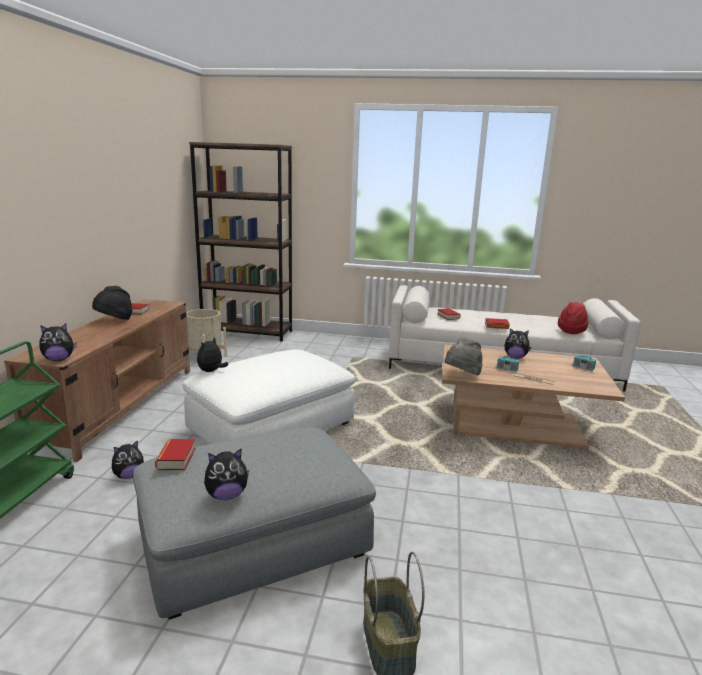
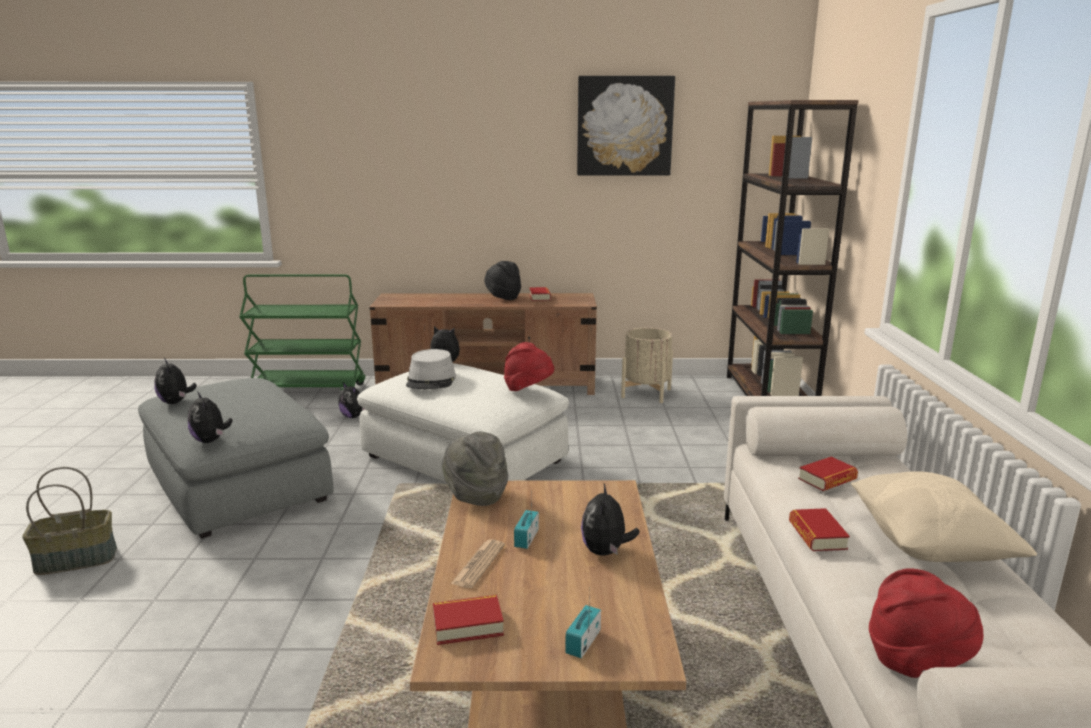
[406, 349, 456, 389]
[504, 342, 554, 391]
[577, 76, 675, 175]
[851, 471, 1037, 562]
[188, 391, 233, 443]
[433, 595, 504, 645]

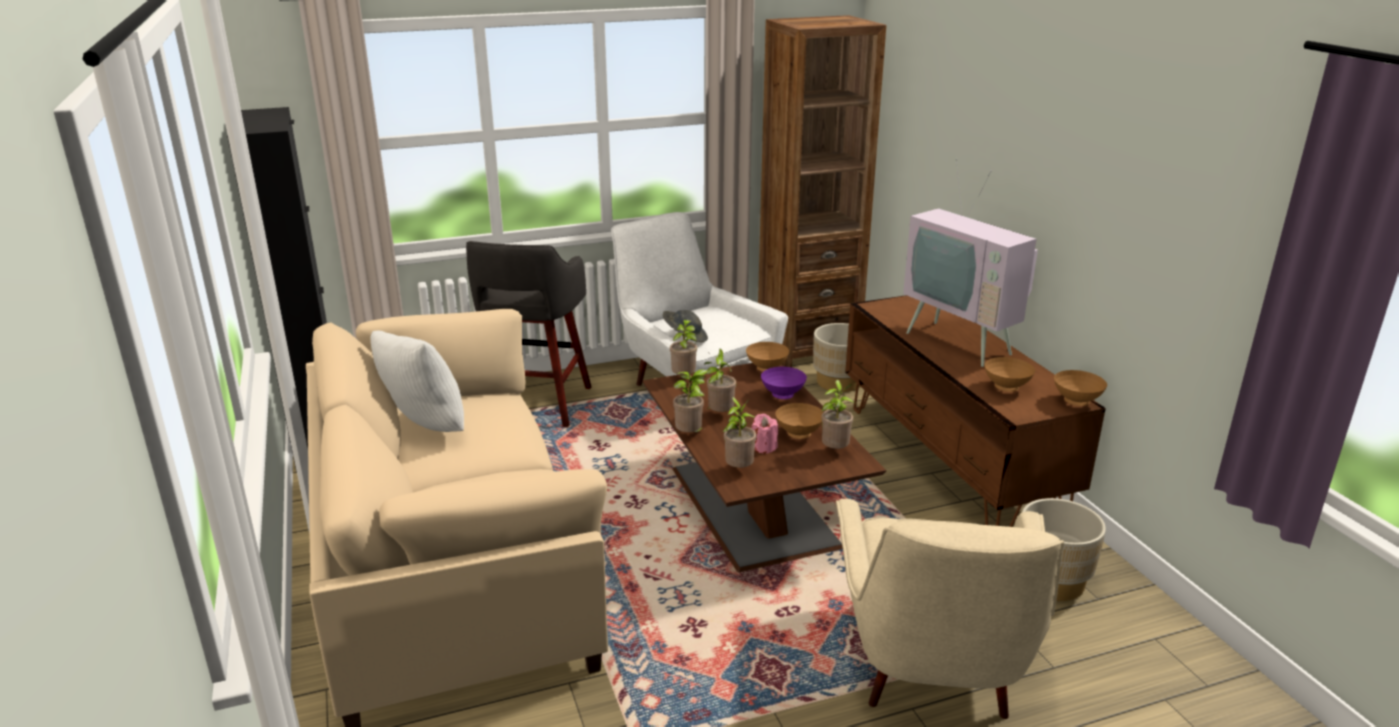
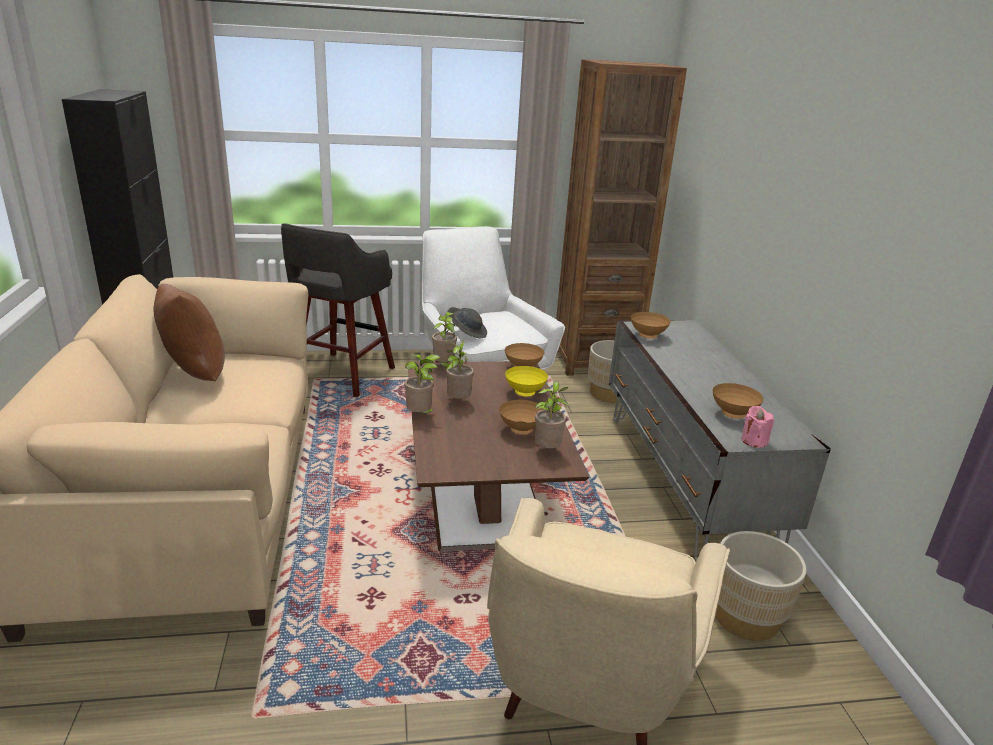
[723, 397, 756, 468] (first image)
[903, 159, 1038, 367] (first image)
[741, 406, 774, 448]
[631, 312, 671, 339]
[153, 284, 225, 381]
[505, 366, 548, 396]
[609, 320, 831, 561]

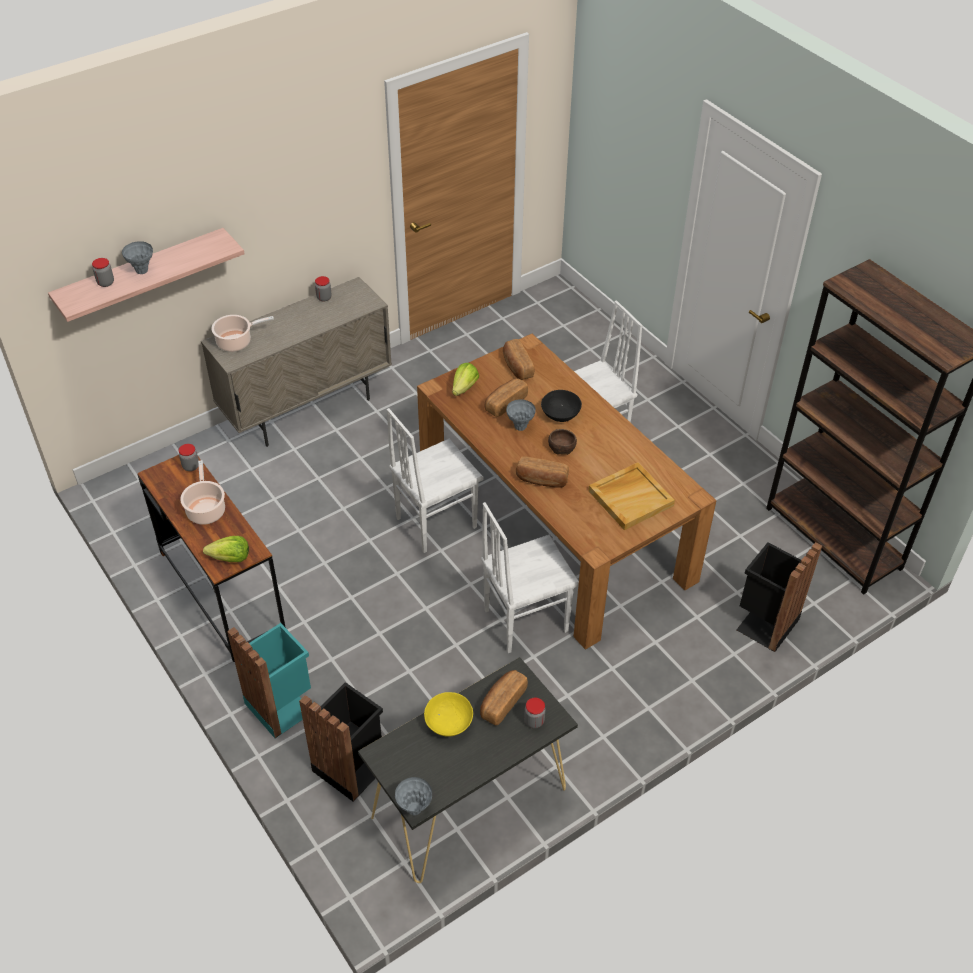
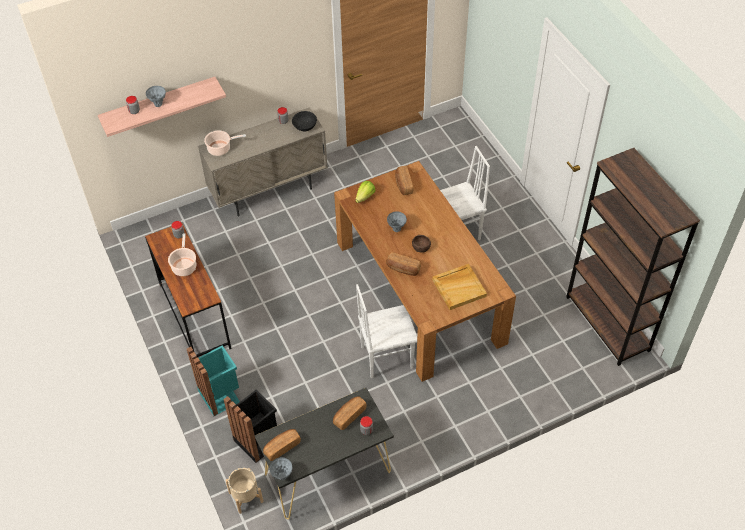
[203, 536, 249, 562] (first image)
[387, 408, 484, 553] (first image)
[424, 692, 473, 737] (first image)
[736, 542, 822, 652] (first image)
[225, 468, 264, 514]
[263, 429, 301, 461]
[292, 111, 317, 131]

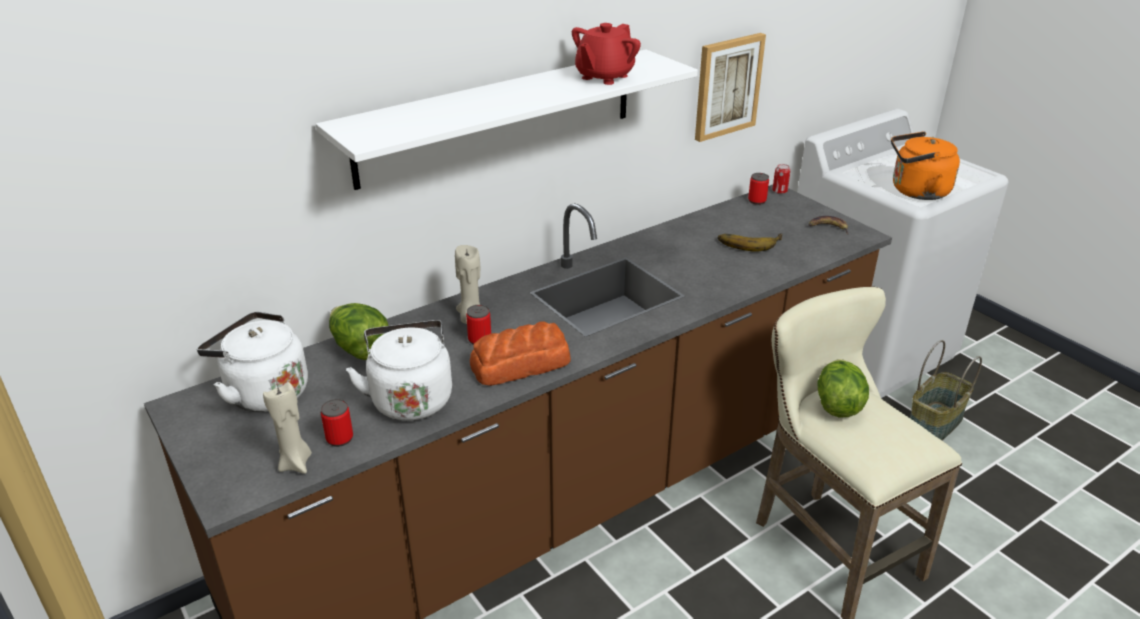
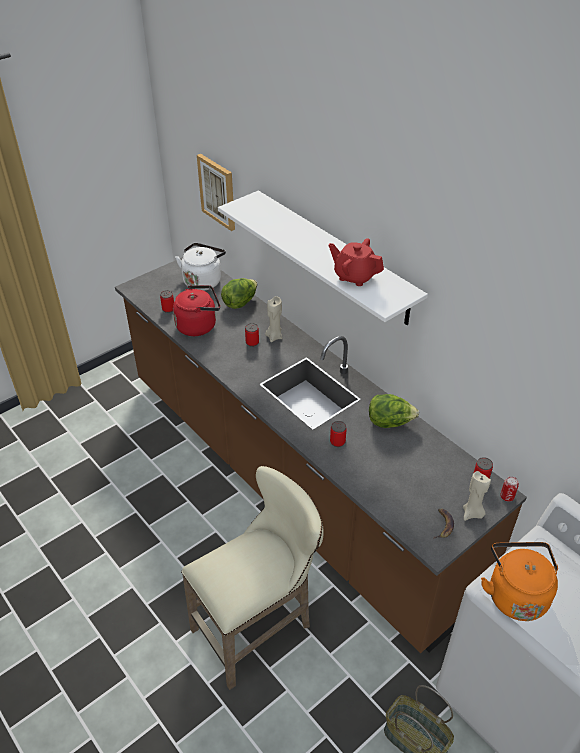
[470, 321, 571, 386] (first image)
[717, 233, 782, 252] (first image)
[330, 421, 347, 447]
[463, 471, 491, 521]
[197, 154, 235, 231]
[369, 394, 419, 428]
[173, 285, 220, 336]

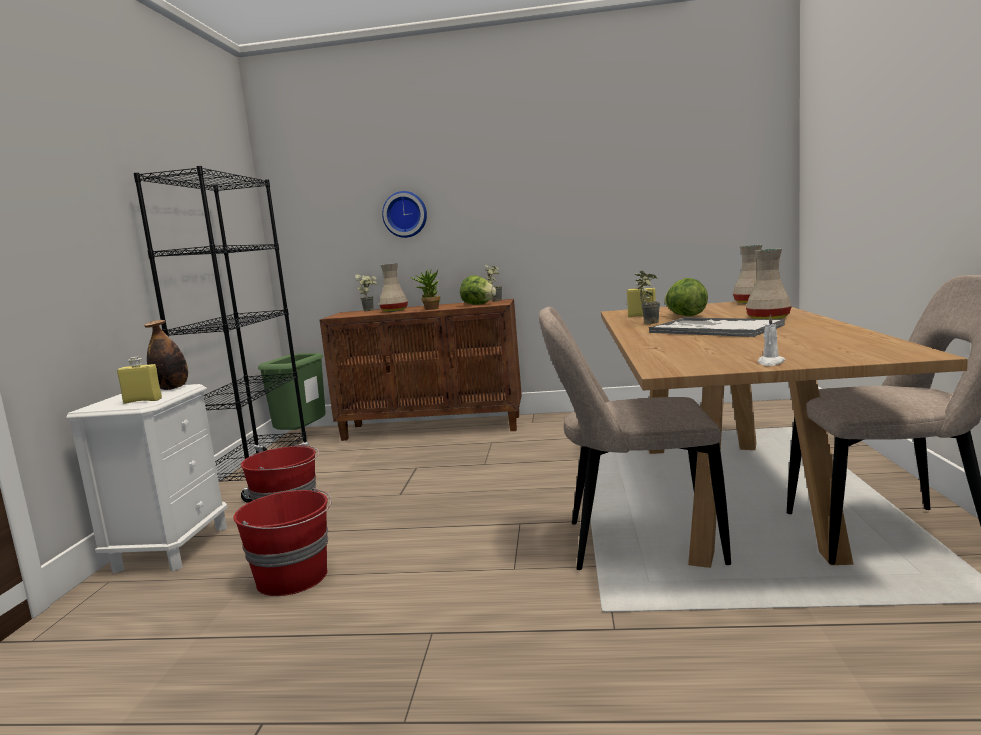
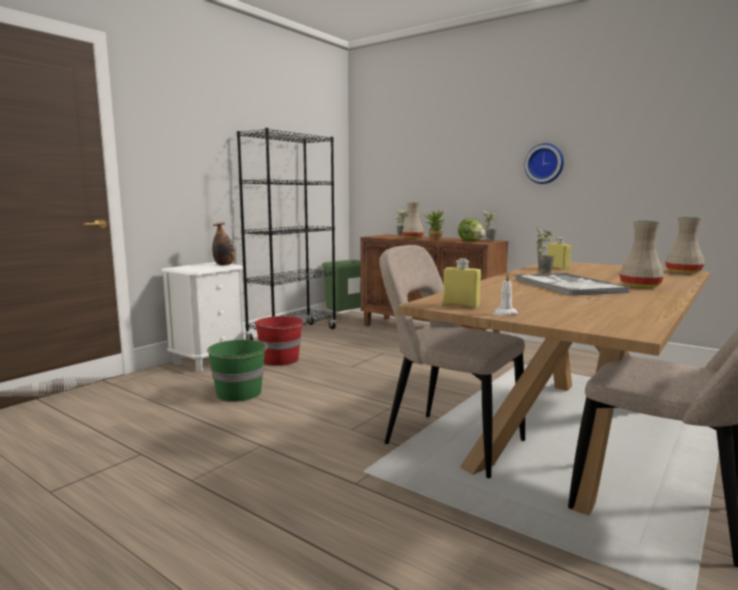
[664, 278, 708, 316] (first image)
[443, 258, 481, 308]
[524, 143, 564, 184]
[207, 340, 268, 402]

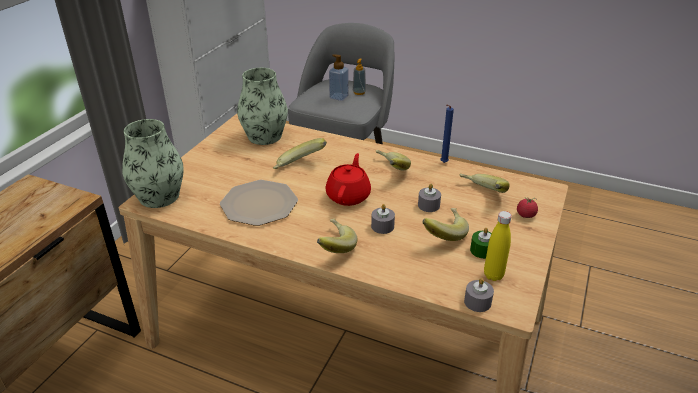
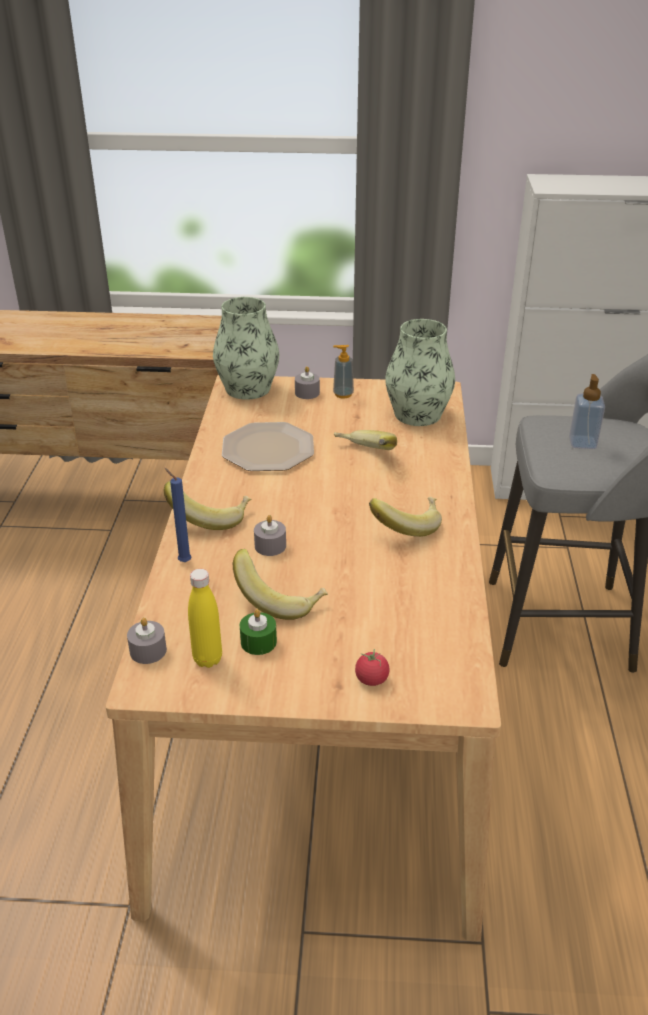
[325, 153, 371, 206] (first image)
[460, 173, 510, 193] (first image)
[333, 345, 354, 399]
[295, 366, 320, 399]
[165, 468, 191, 562]

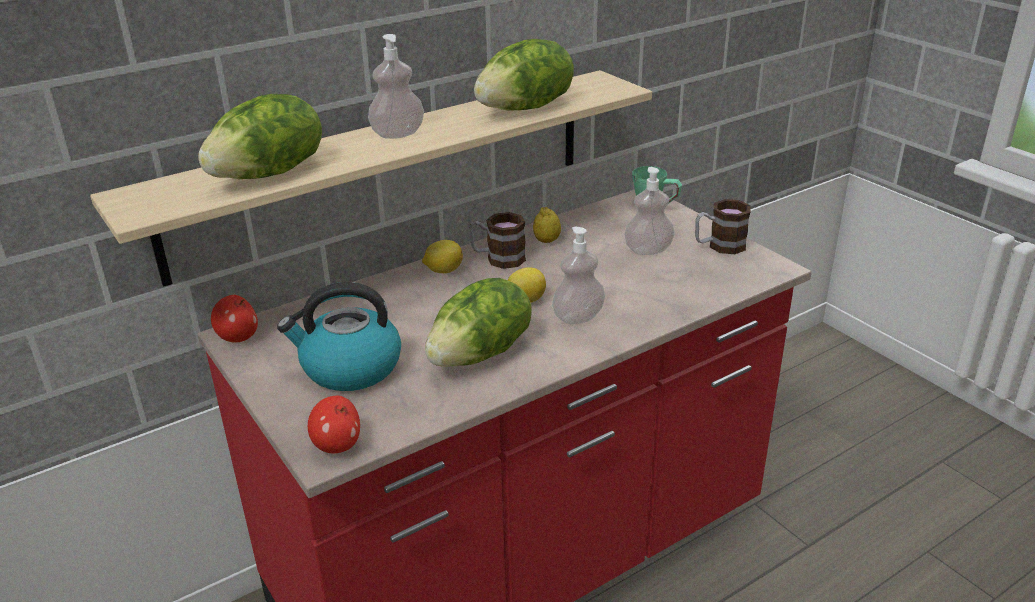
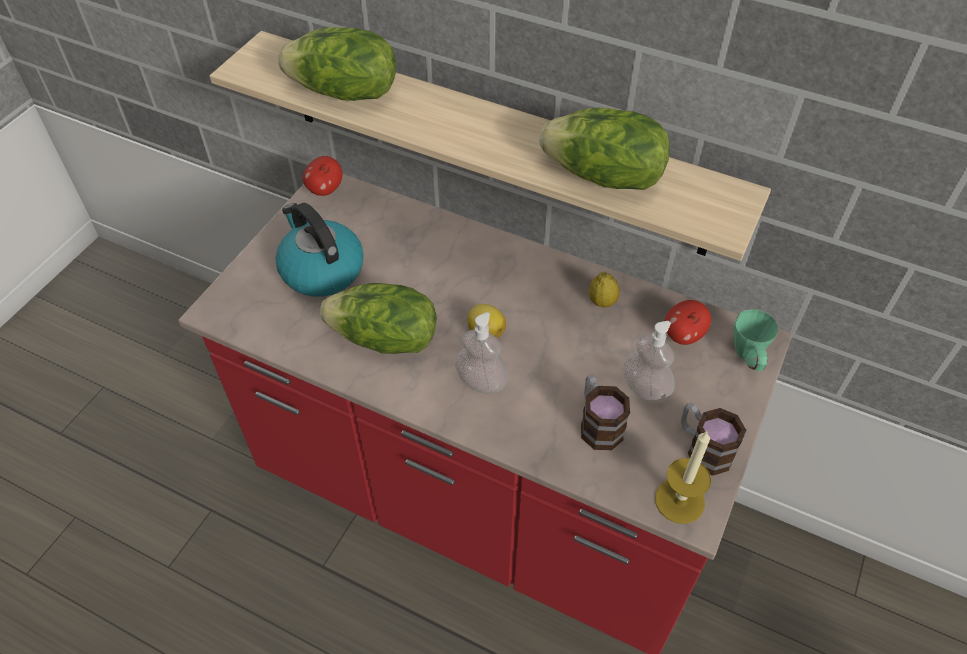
[368, 34, 424, 139] (first image)
[422, 240, 463, 273] (first image)
[655, 430, 711, 524]
[665, 300, 711, 345]
[581, 375, 630, 450]

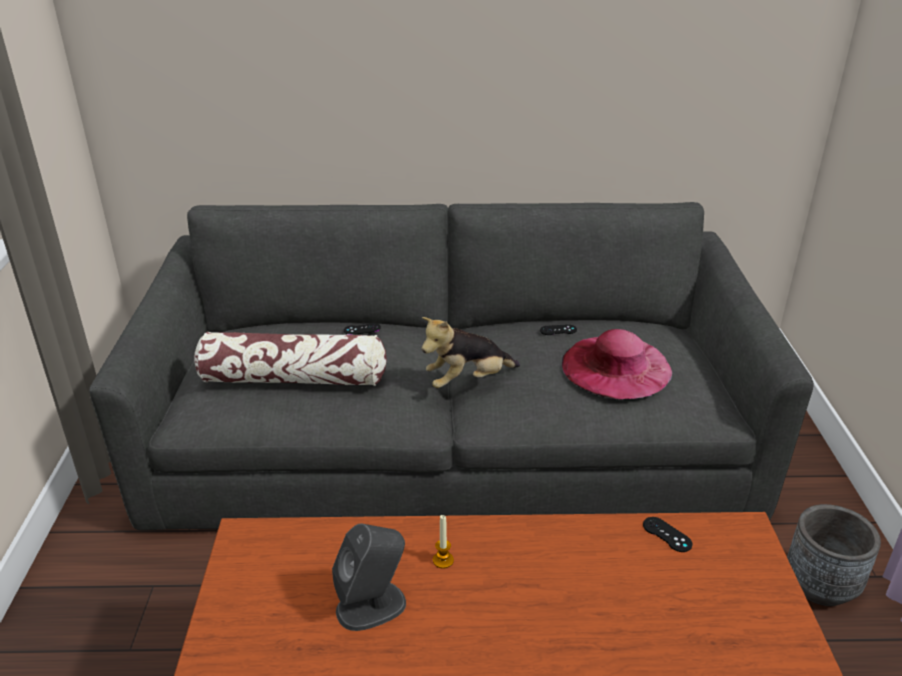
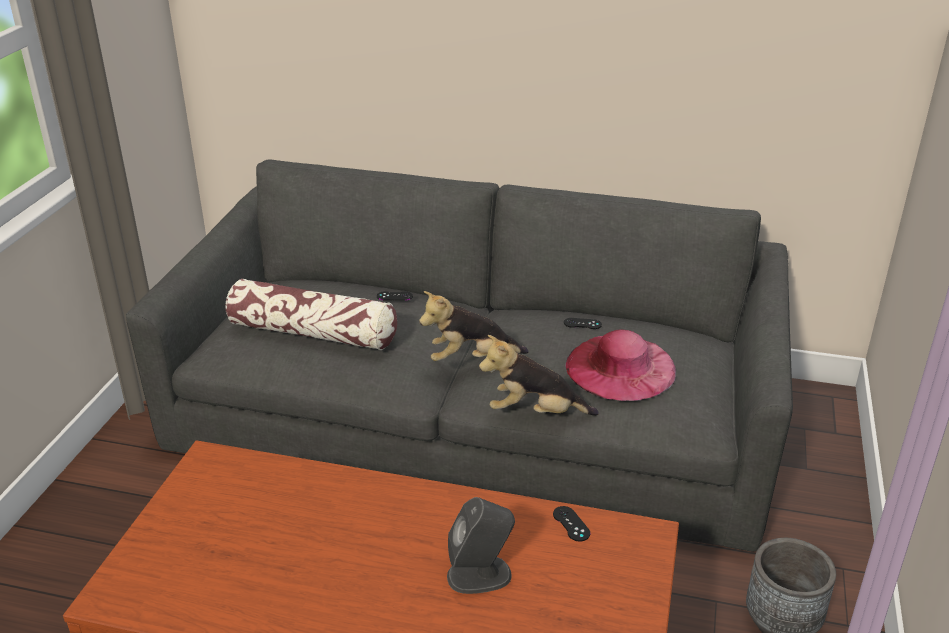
[433, 515, 454, 569] (first image)
[479, 335, 599, 415]
[447, 497, 515, 594]

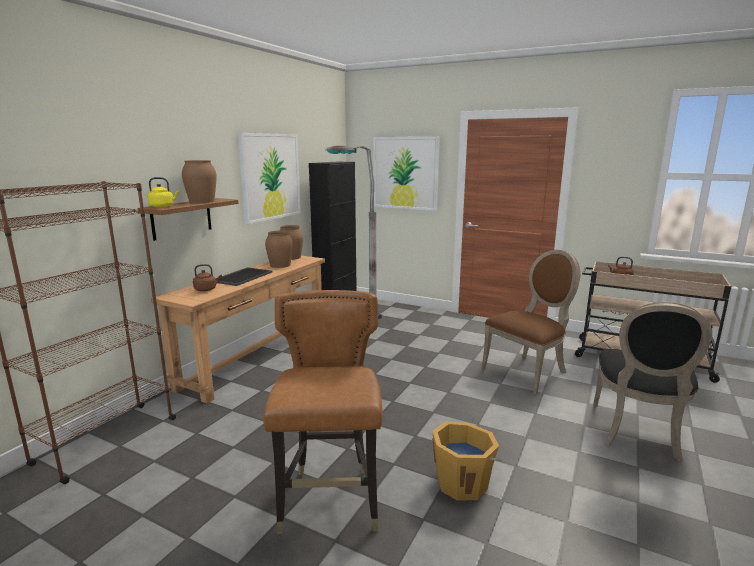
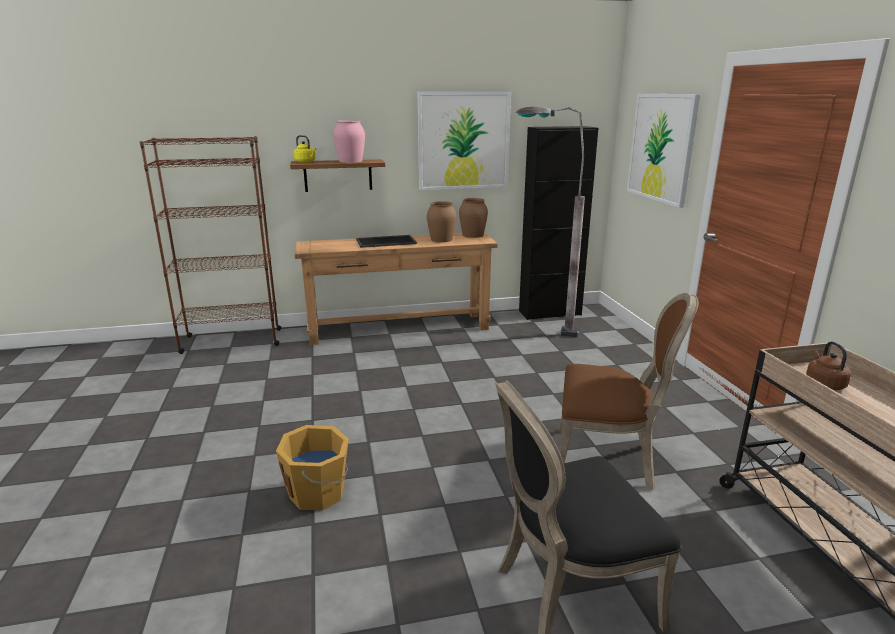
[193, 264, 222, 291] (first image)
[263, 290, 383, 534] (first image)
[333, 120, 365, 163]

